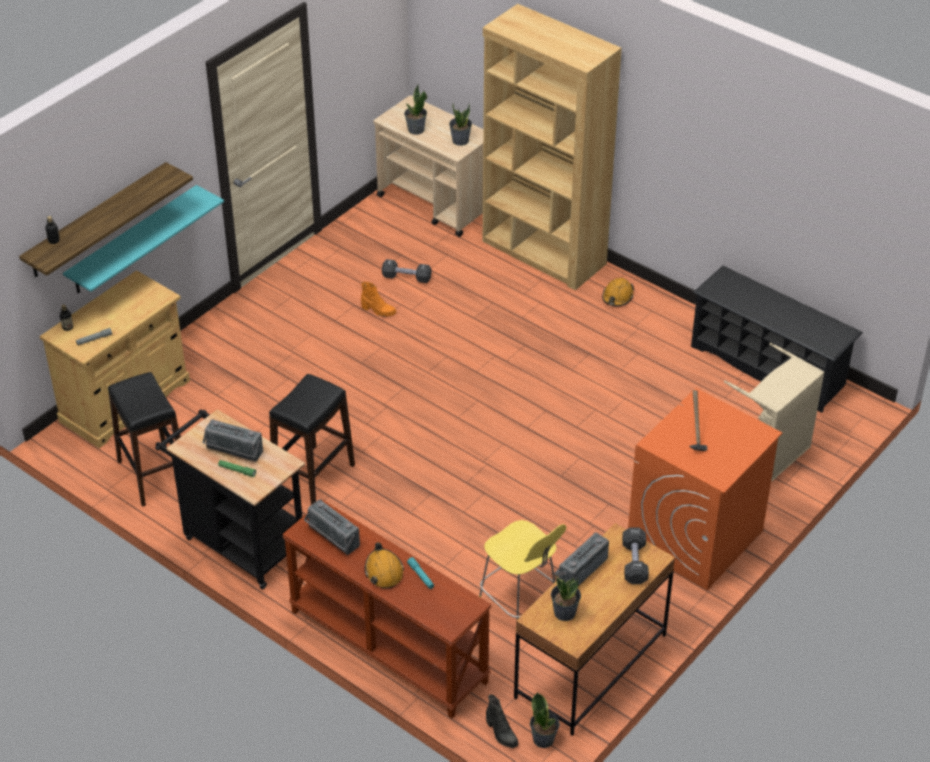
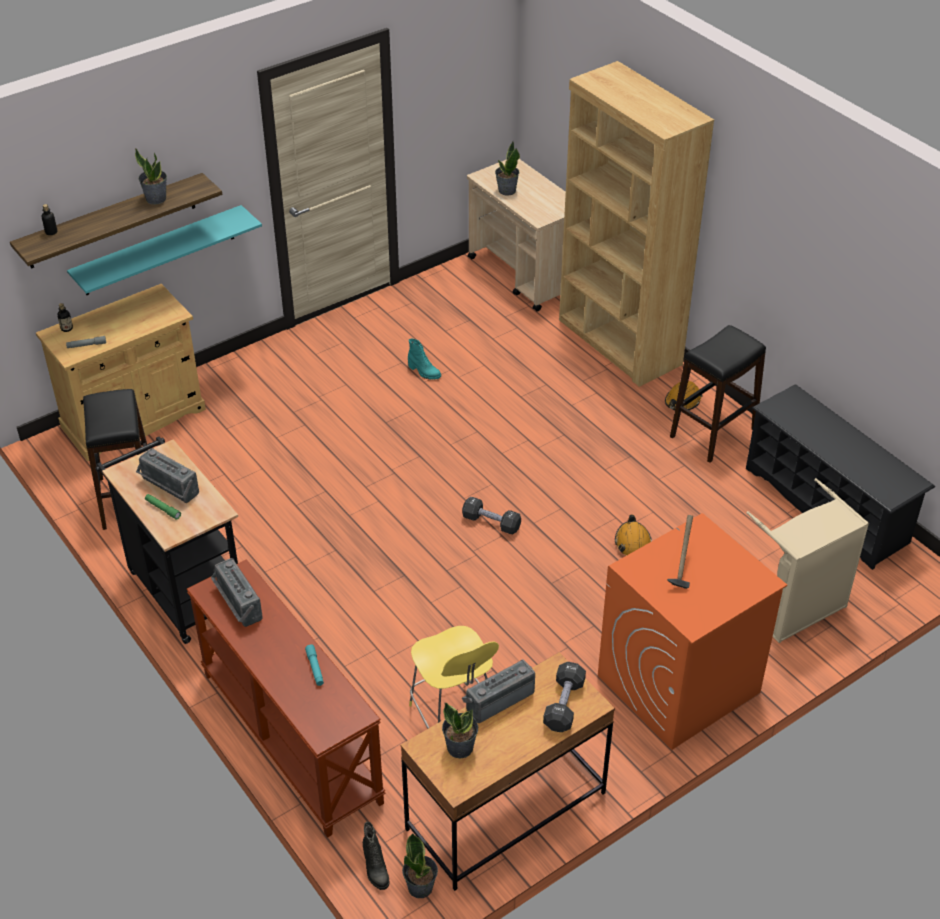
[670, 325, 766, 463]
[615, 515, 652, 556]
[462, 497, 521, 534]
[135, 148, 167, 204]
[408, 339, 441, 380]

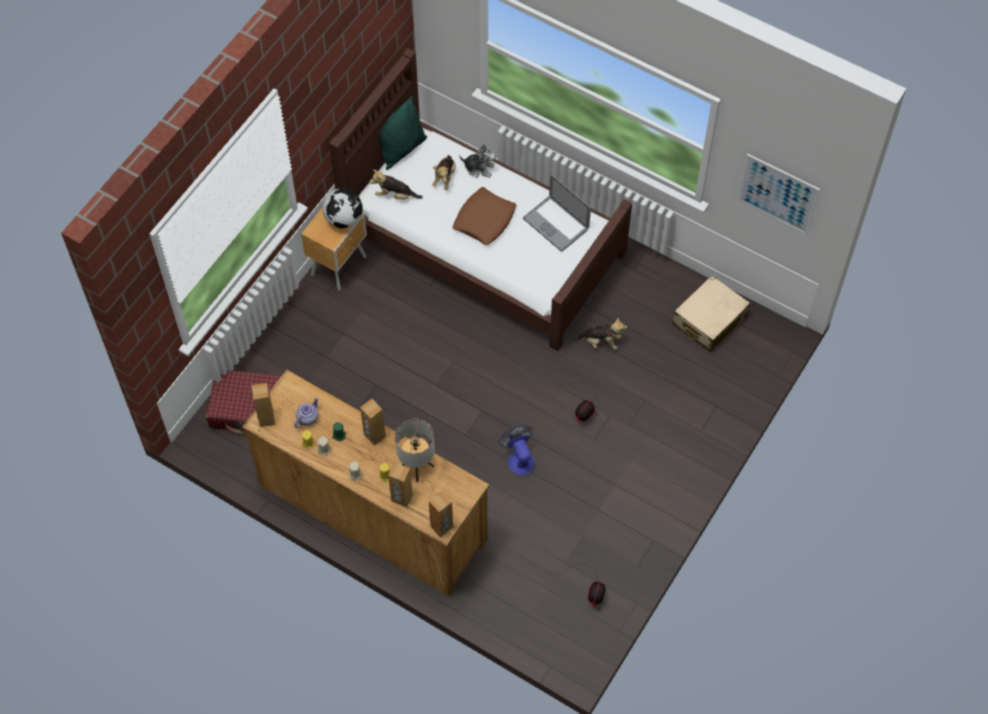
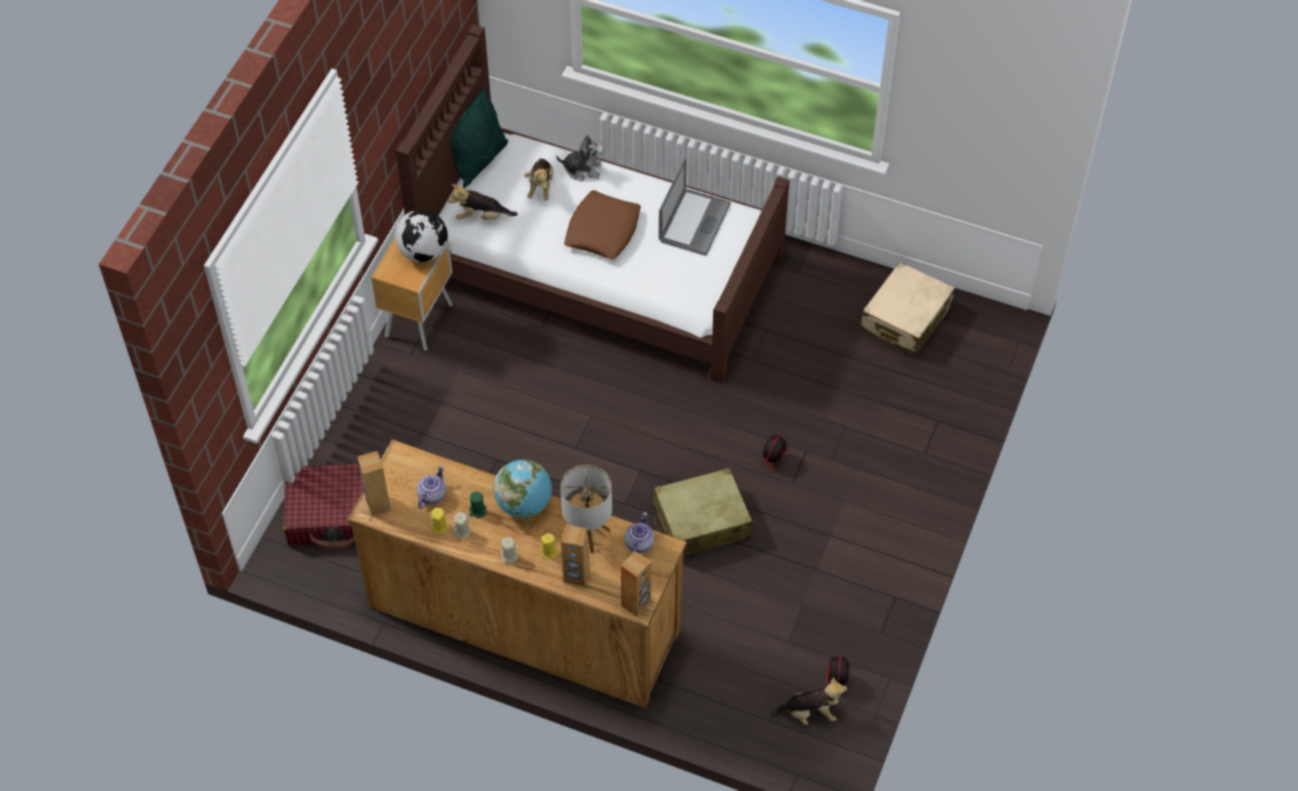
[737, 154, 820, 235] (first image)
[624, 512, 654, 553]
[771, 677, 847, 725]
[493, 460, 552, 518]
[653, 468, 752, 556]
[659, 157, 731, 256]

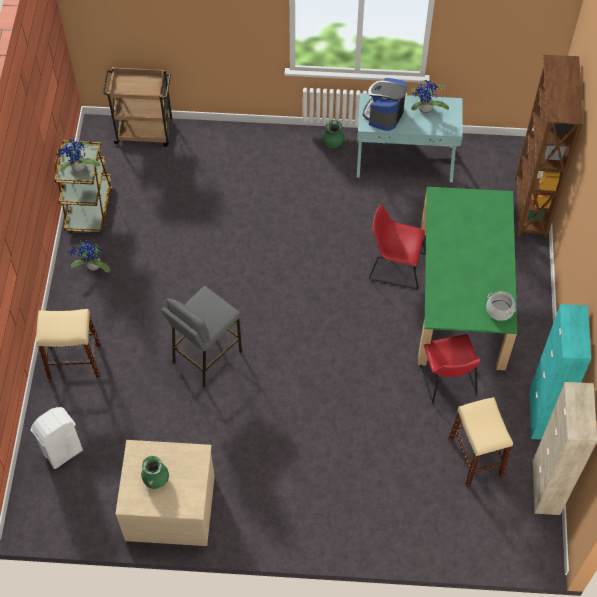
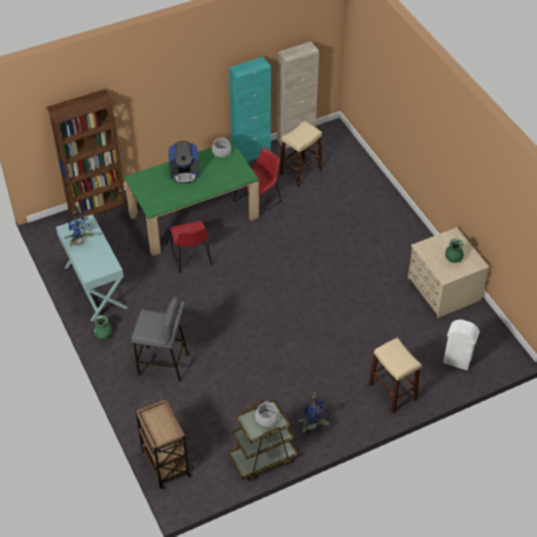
[131, 296, 189, 382]
[168, 141, 199, 184]
[256, 401, 279, 427]

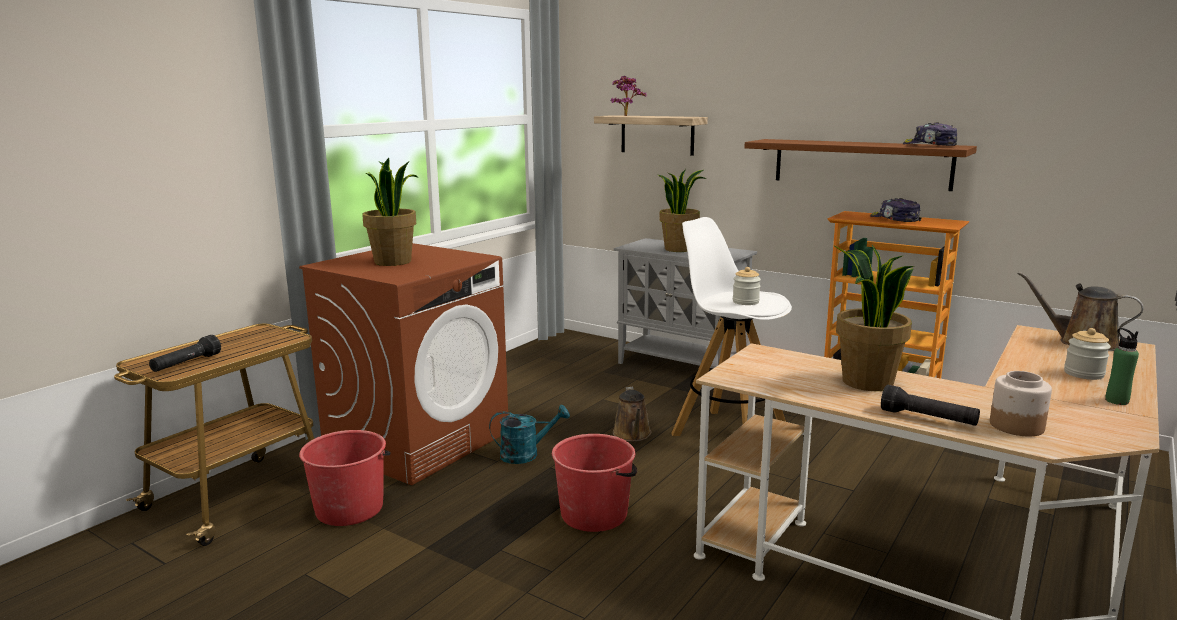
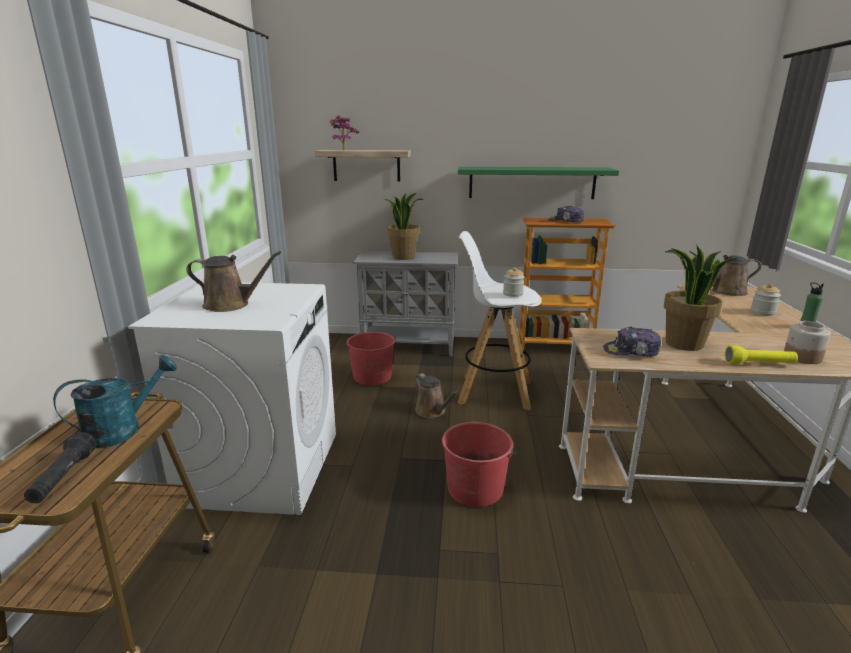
[345, 332, 396, 385]
[53, 355, 177, 448]
[603, 327, 661, 357]
[186, 251, 281, 312]
[128, 282, 336, 515]
[458, 167, 619, 199]
[725, 345, 798, 364]

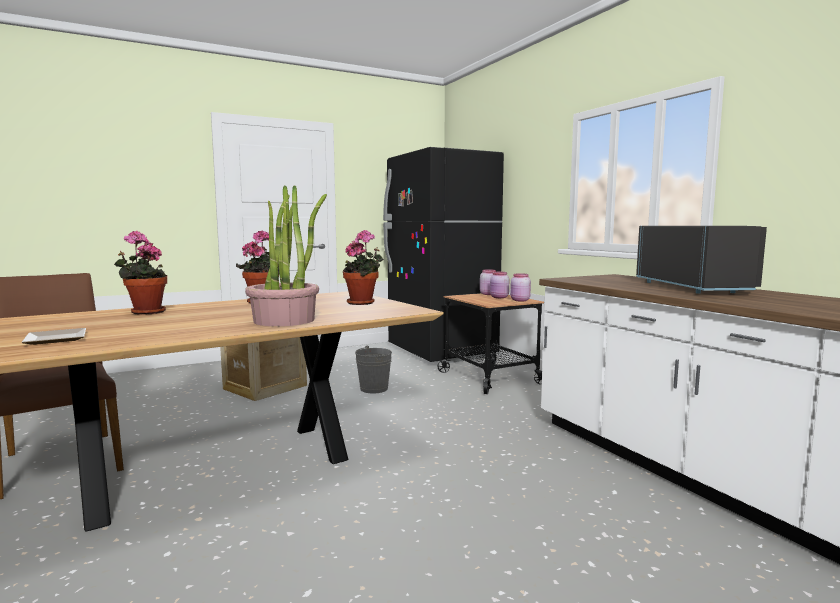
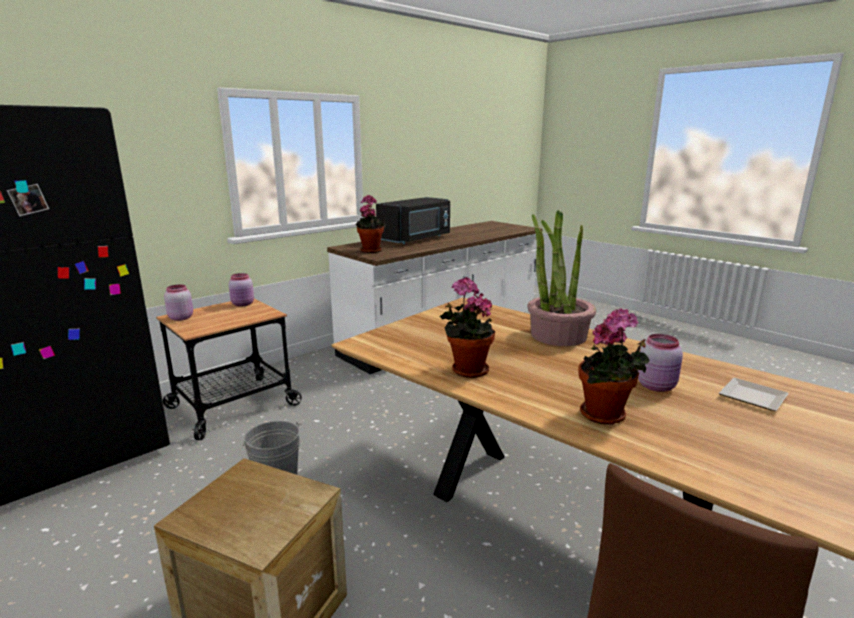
[356, 195, 386, 253]
[637, 334, 683, 392]
[376, 197, 450, 244]

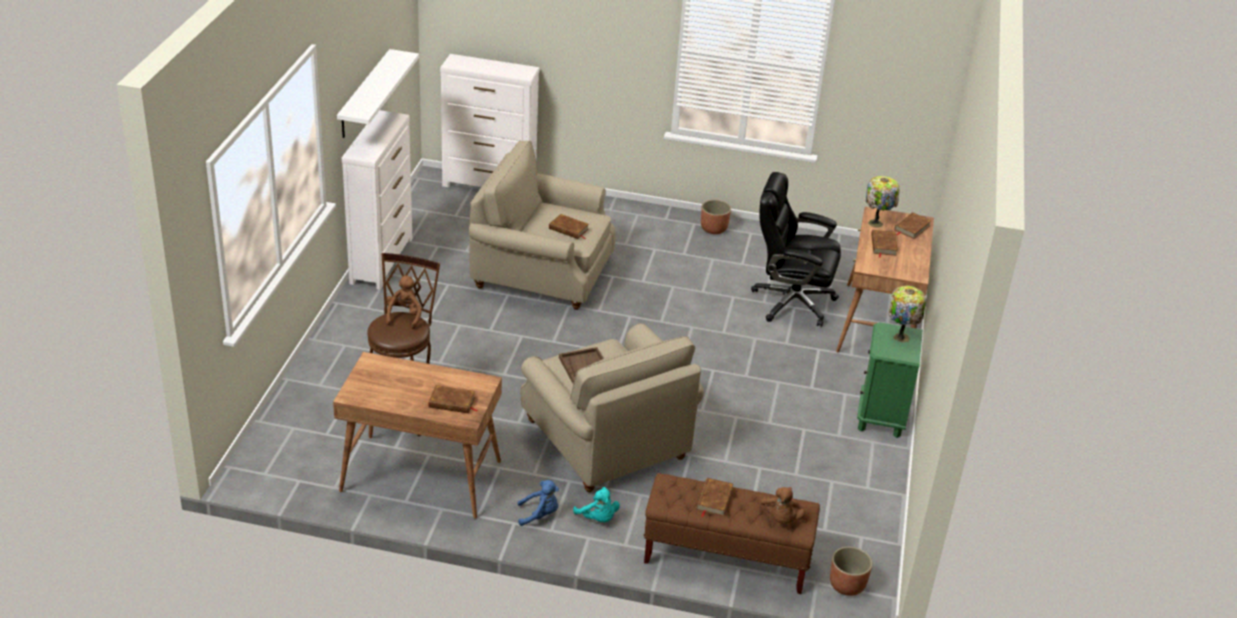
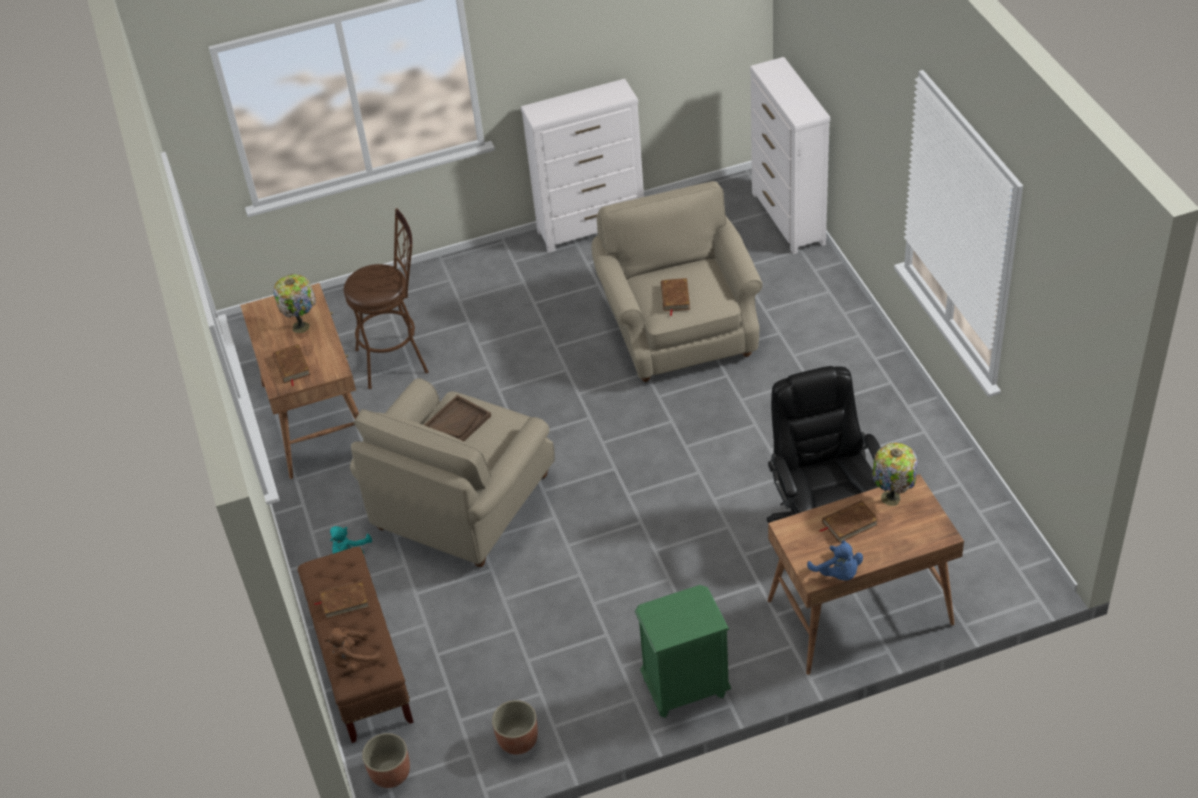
[337, 49, 419, 138] (first image)
[386, 275, 422, 329] (first image)
[894, 212, 932, 239] (first image)
[807, 540, 863, 581]
[492, 700, 538, 755]
[273, 274, 316, 333]

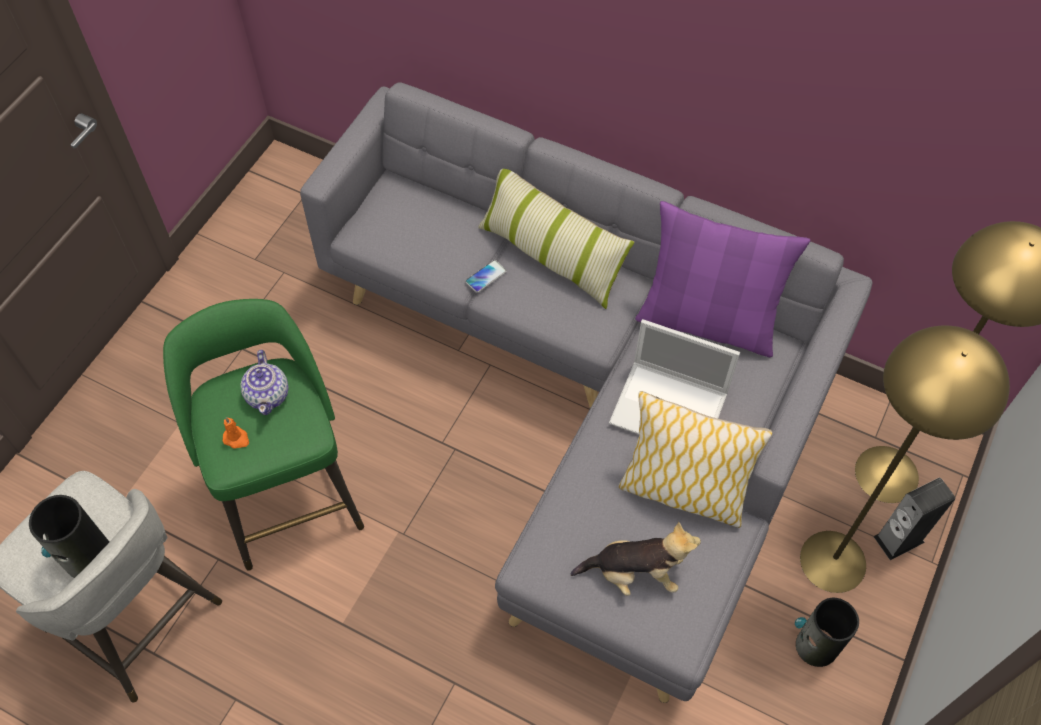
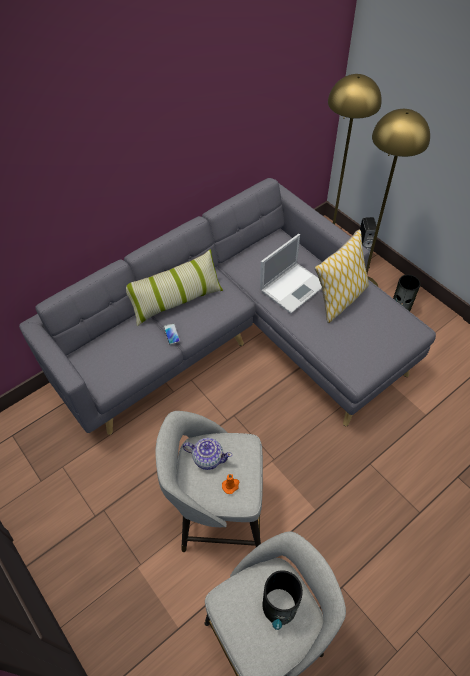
[571, 522, 701, 596] (first image)
[635, 201, 810, 357] (first image)
[155, 411, 263, 552]

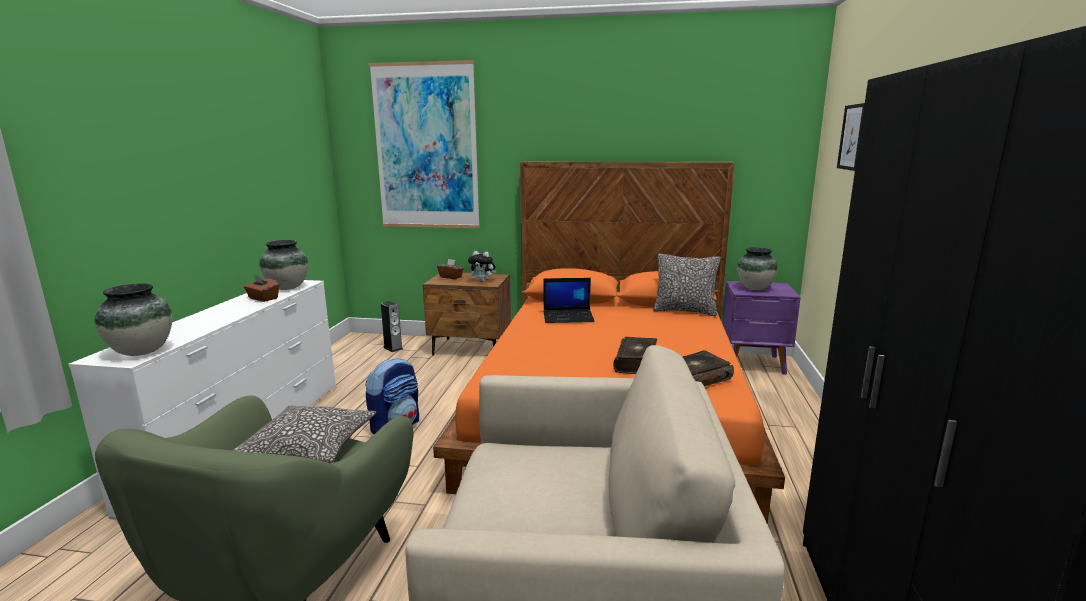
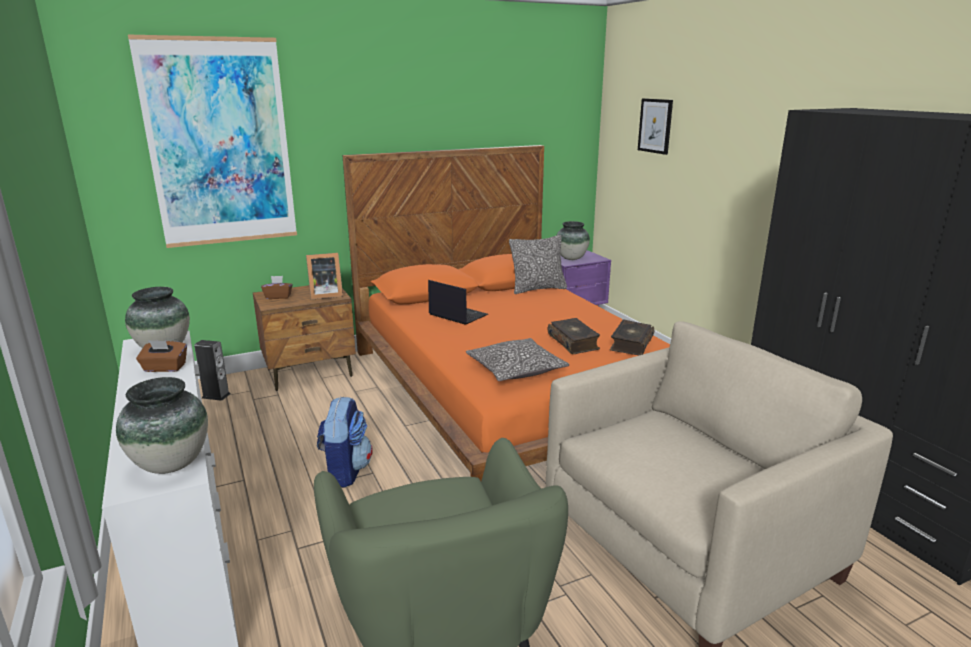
[466, 338, 569, 381]
[306, 253, 343, 300]
[428, 280, 488, 325]

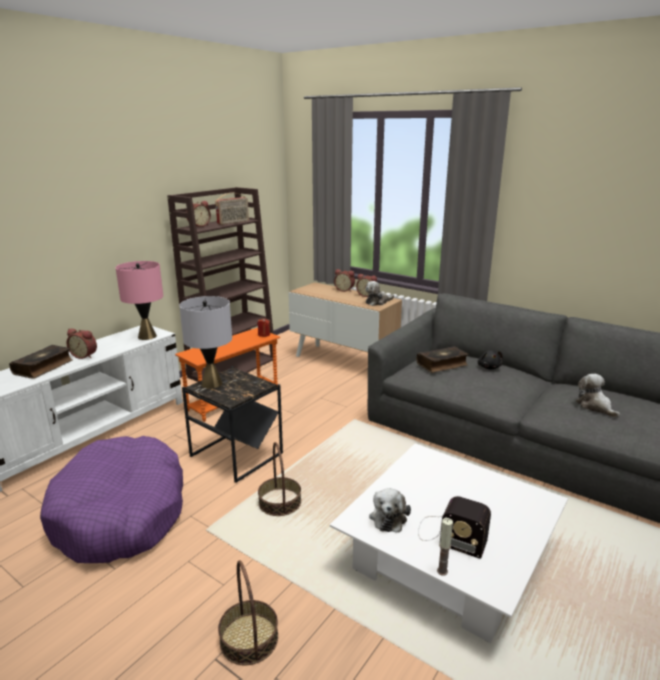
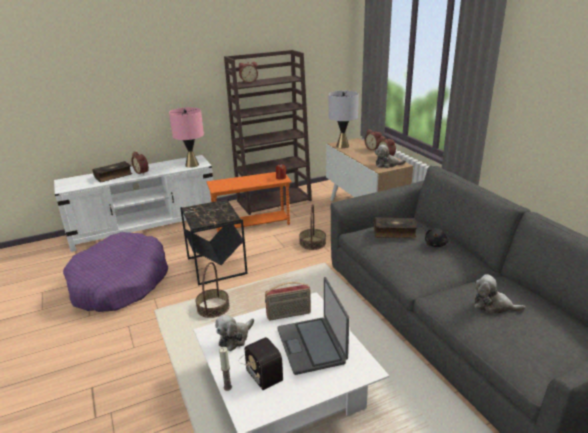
[277, 277, 349, 375]
[329, 91, 359, 148]
[265, 282, 311, 320]
[299, 204, 326, 250]
[474, 274, 526, 314]

